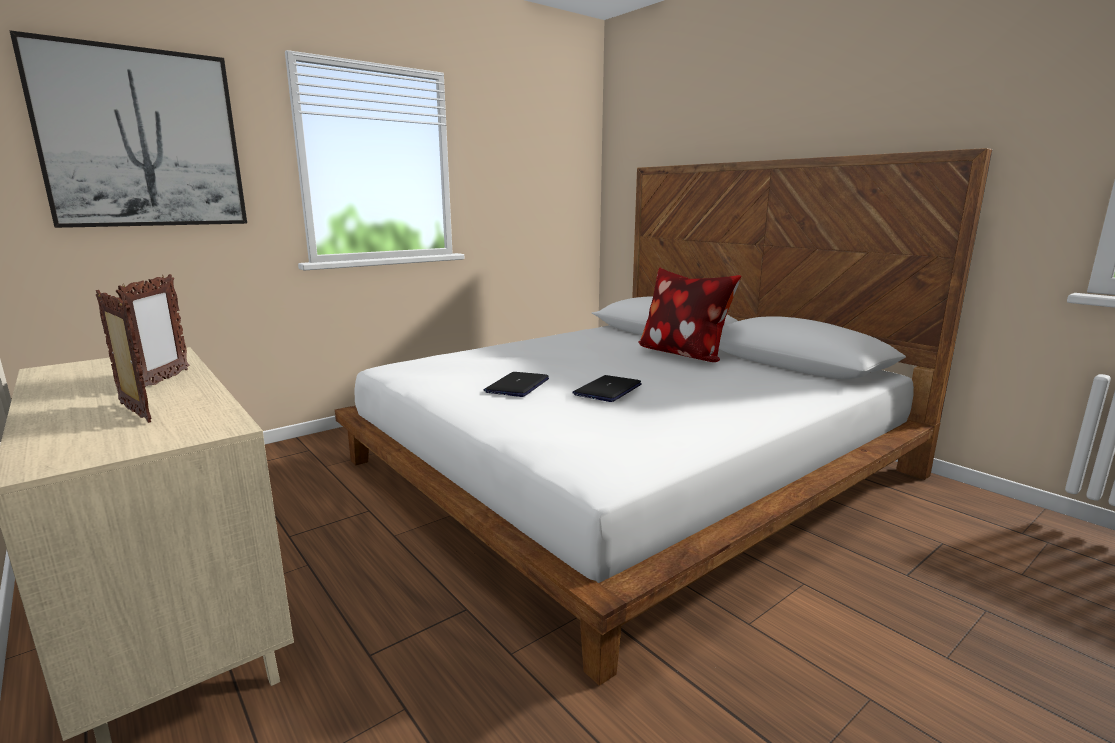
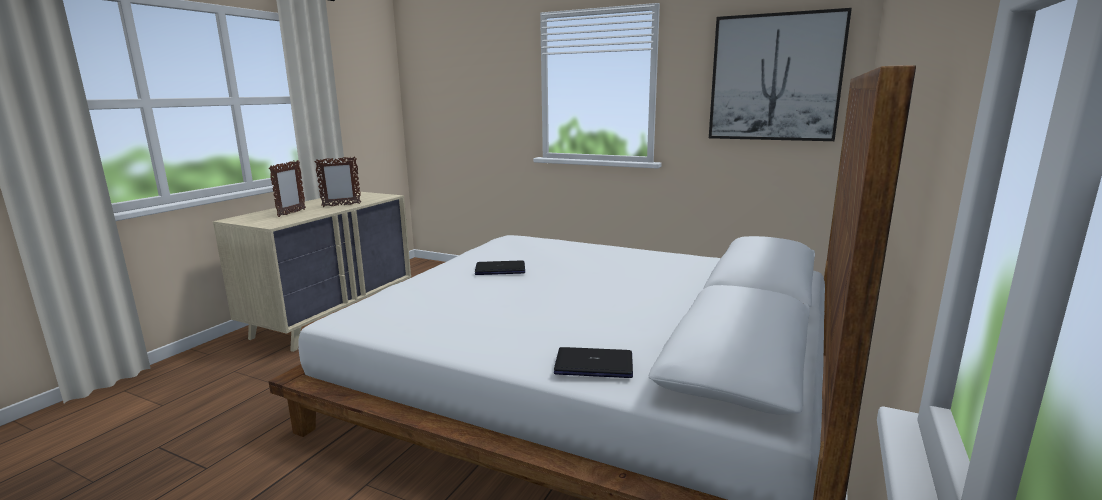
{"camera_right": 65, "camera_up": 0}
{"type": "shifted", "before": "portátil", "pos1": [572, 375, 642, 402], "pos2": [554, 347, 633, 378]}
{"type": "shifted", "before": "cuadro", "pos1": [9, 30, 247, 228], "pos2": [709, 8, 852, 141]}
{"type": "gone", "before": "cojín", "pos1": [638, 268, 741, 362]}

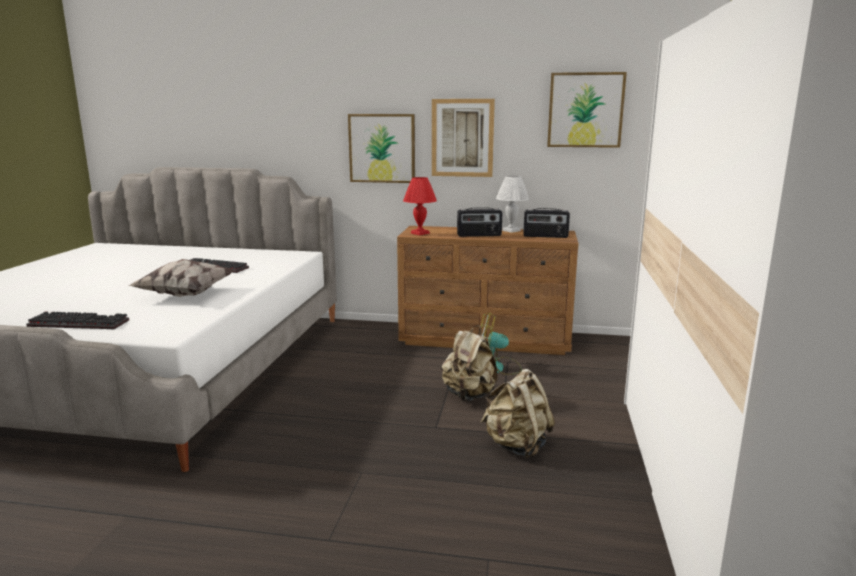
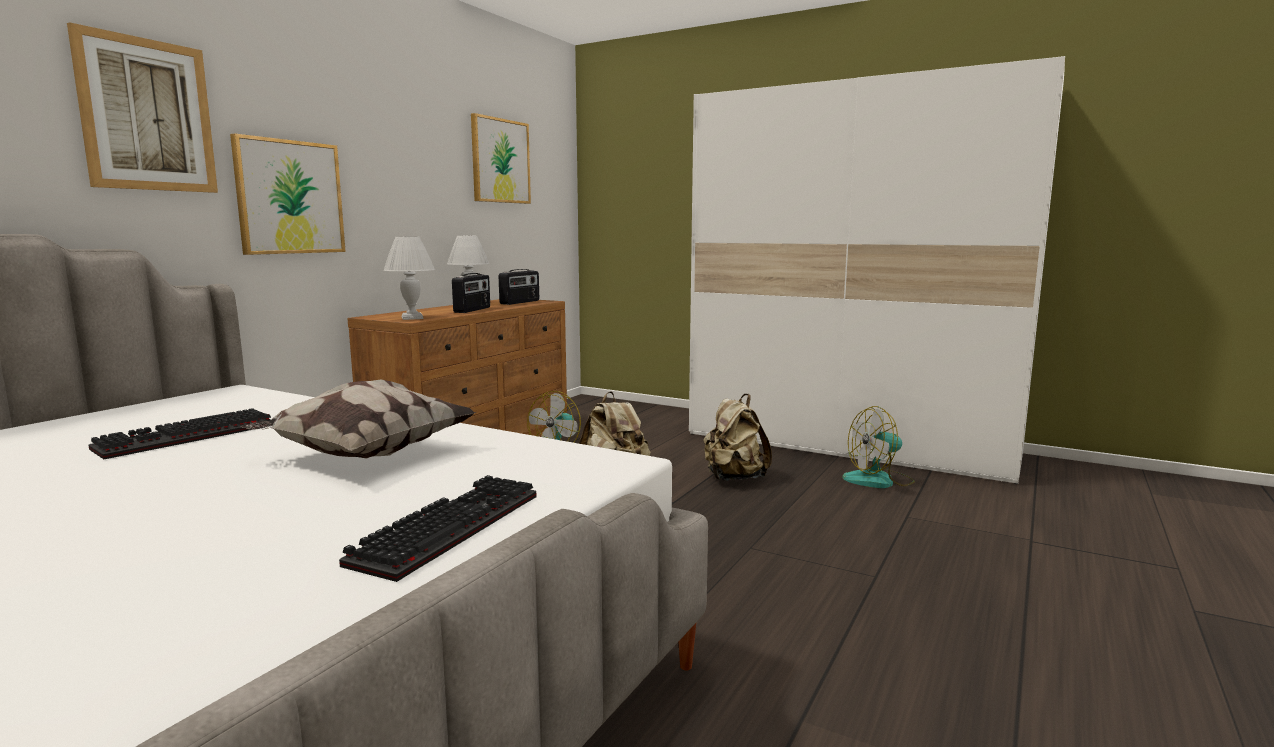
{"camera_right": -70, "camera_up": -5}
{"type": "shifted", "before": "cuadro", "pos1": [432, 99, 495, 177], "pos2": [67, 22, 218, 193]}
{"type": "repainted", "before": "lámpara de mesa (rojo)", "after": "lámpara de mesa (blanco)", "pos1": [403, 177, 437, 235], "pos2": [383, 237, 435, 320]}
{"type": "new", "after": "ventilador", "pos2": [842, 406, 915, 488]}

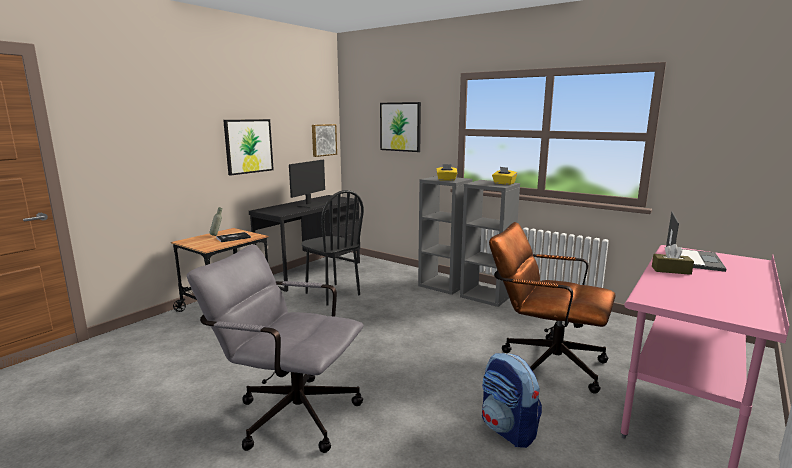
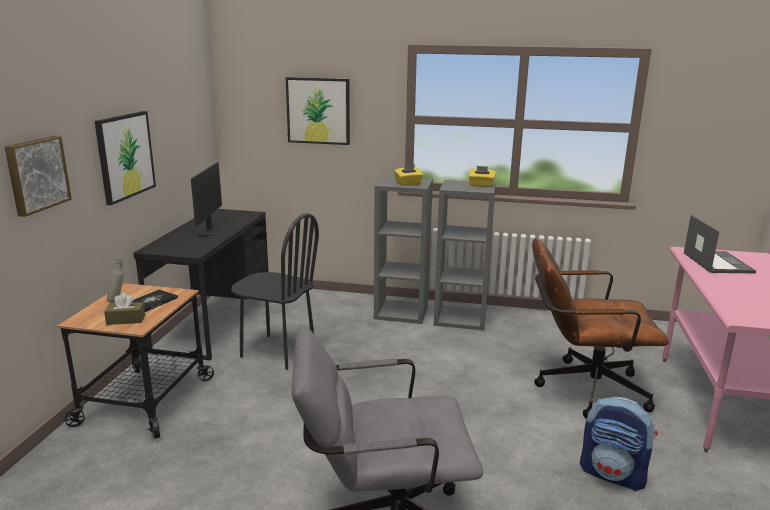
{"camera_right": -25, "camera_up": 5}
{"type": "shifted", "before": "cuadro", "pos1": [312, 124, 337, 157], "pos2": [5, 136, 72, 217]}
{"type": "shifted", "before": "caja de pañuelos (marrón)", "pos1": [652, 244, 694, 275], "pos2": [104, 293, 145, 325]}

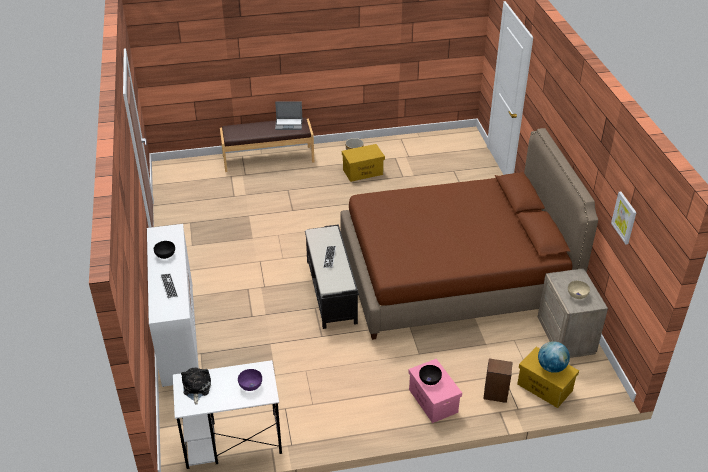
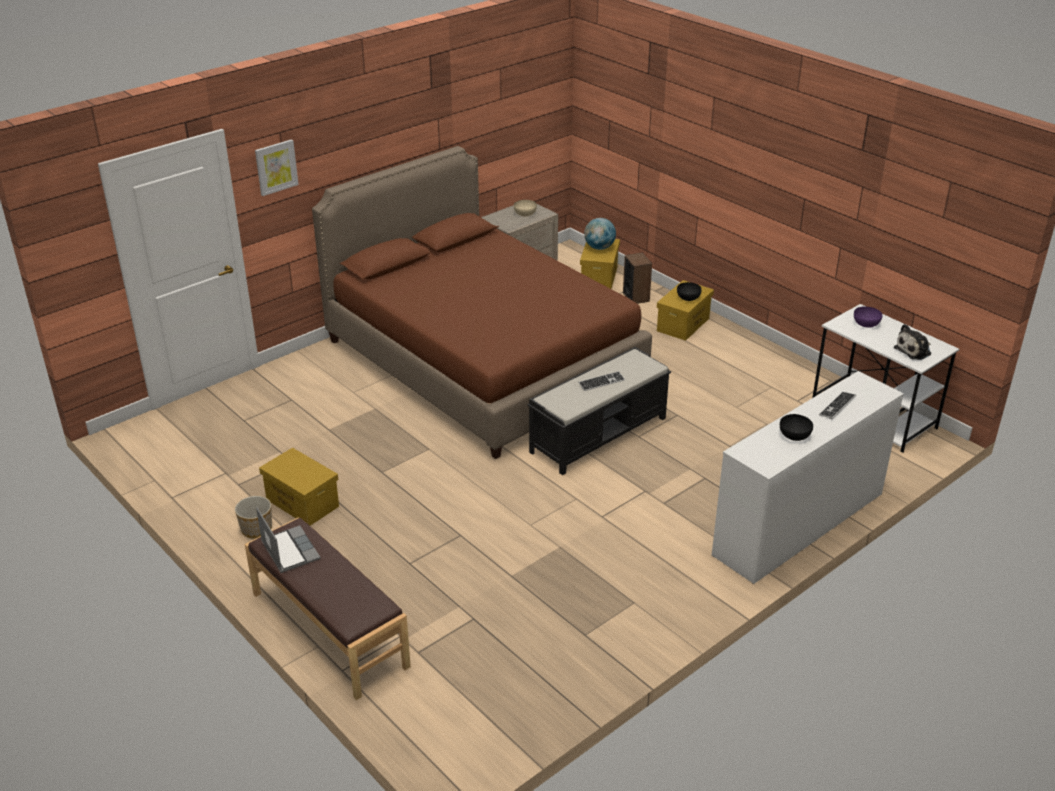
{"camera_right": -120, "camera_up": -5}
{"type": "shifted", "before": "cuadro", "pos1": [611, 192, 637, 245], "pos2": [255, 139, 299, 196]}
{"type": "repainted", "before": "caja de almacenaje (rosa)", "after": "caja de almacenaje (amarillo)", "pos1": [408, 359, 462, 423], "pos2": [657, 280, 714, 341]}

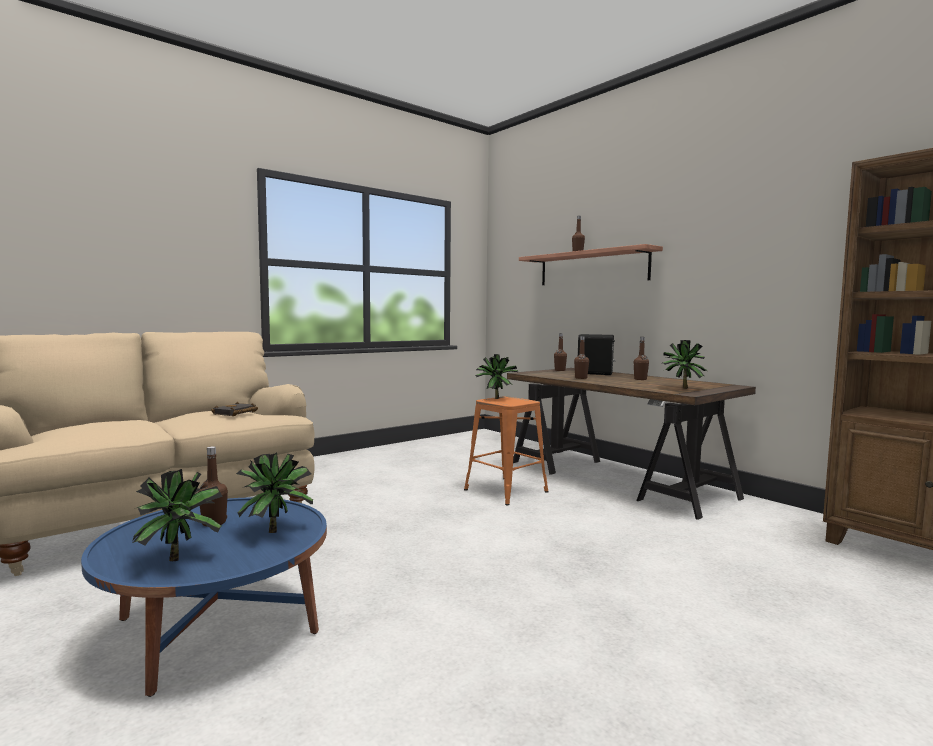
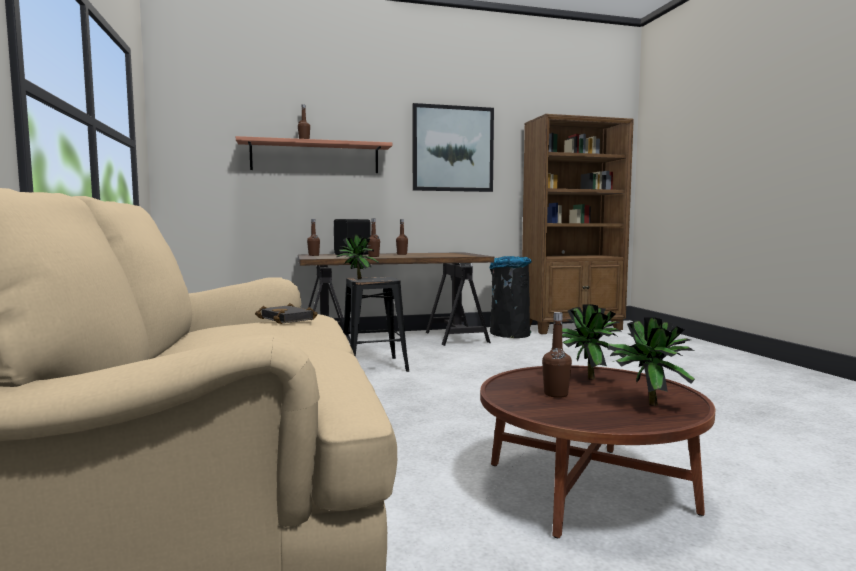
{"camera_right": -65, "camera_up": 0}
{"type": "repainted", "before": "taburete (naranja)", "after": "taburete (negro)", "pos1": [464, 396, 548, 506], "pos2": [343, 277, 409, 372]}
{"type": "new", "after": "cuadro", "pos2": [412, 103, 494, 192]}
{"type": "repainted", "before": "mesa de centro (azul)", "after": "mesa de centro (marrón)", "pos1": [81, 497, 327, 697], "pos2": [480, 365, 715, 538]}
{"type": "new", "after": "papelera (negro)", "pos2": [489, 256, 532, 338]}
{"type": "gone", "before": "planta en maceta", "pos1": [661, 340, 708, 389]}

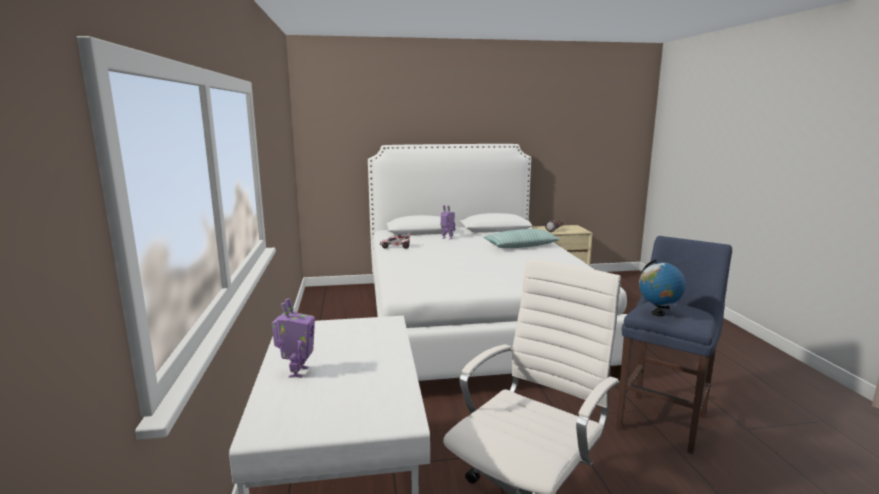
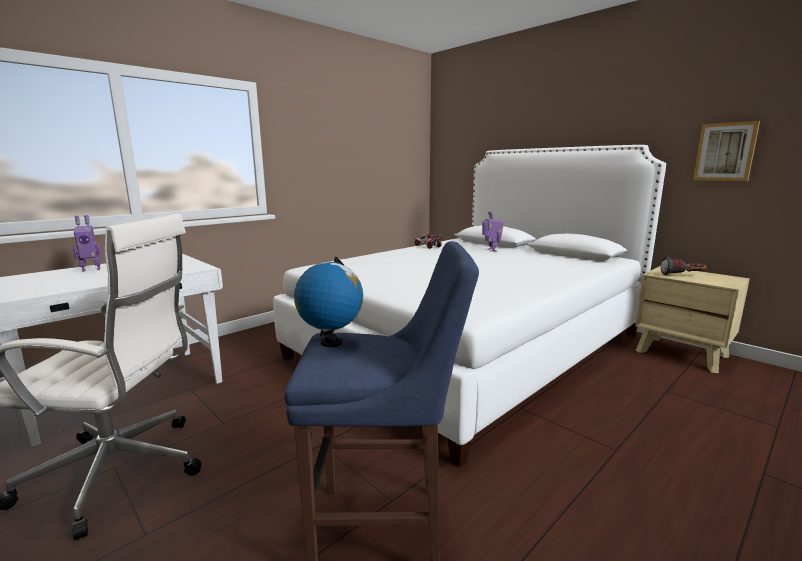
{"camera_right": 55, "camera_up": 0}
{"type": "new", "after": "cuadro", "pos2": [693, 121, 760, 181]}
{"type": "gone", "before": "cojín", "pos1": [483, 229, 561, 248]}

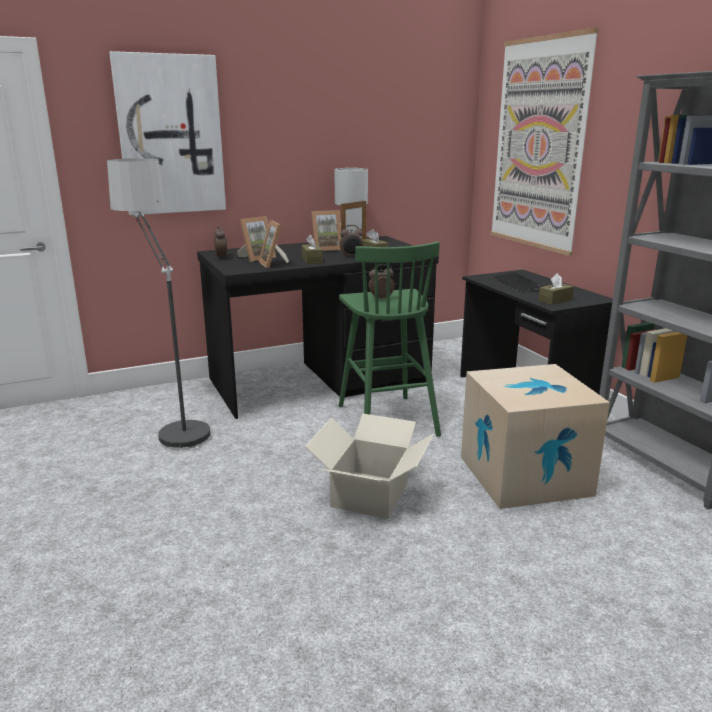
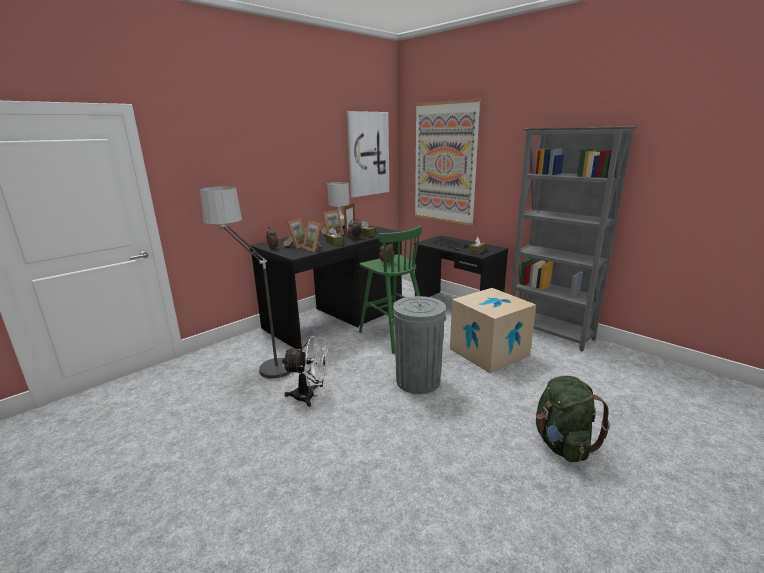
{"camera_right": -20, "camera_up": 0}
{"type": "new", "after": "ventilador (blanco)", "pos2": [282, 336, 328, 407]}
{"type": "shifted", "before": "cuadro", "pos1": [109, 51, 226, 215], "pos2": [347, 111, 389, 198]}
{"type": "swapped", "before": "caja de cartón", "after": "papelera (gris)", "pos1": [305, 414, 434, 519], "pos2": [391, 296, 446, 394]}
{"type": "new", "after": "mochila (verde)", "pos2": [536, 376, 610, 462]}

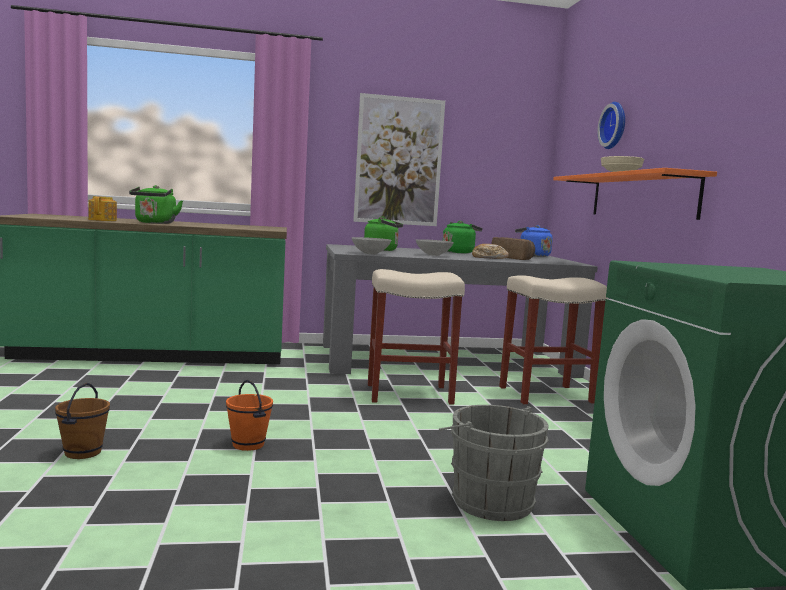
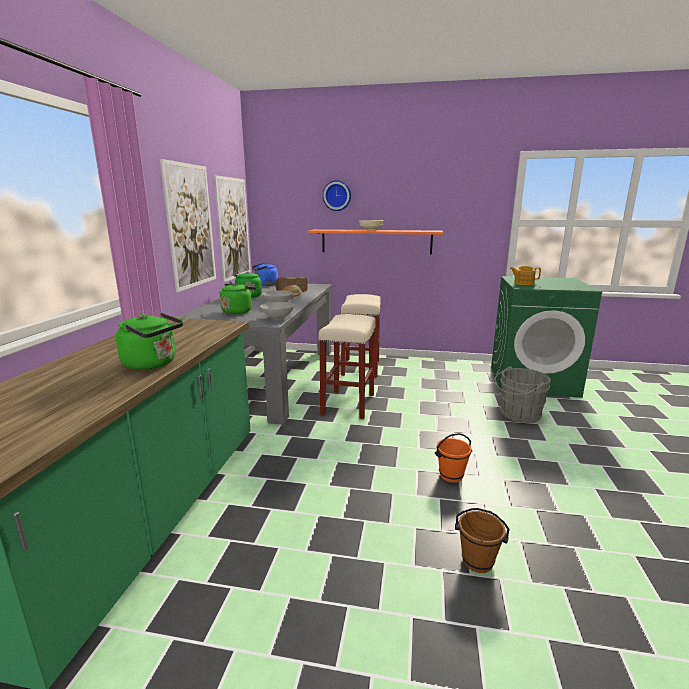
{"camera_right": -70, "camera_up": 10}
{"type": "new", "after": "cuadro", "pos2": [214, 175, 251, 282]}
{"type": "shifted", "before": "tetera", "pos1": [88, 196, 117, 221], "pos2": [510, 266, 541, 285]}

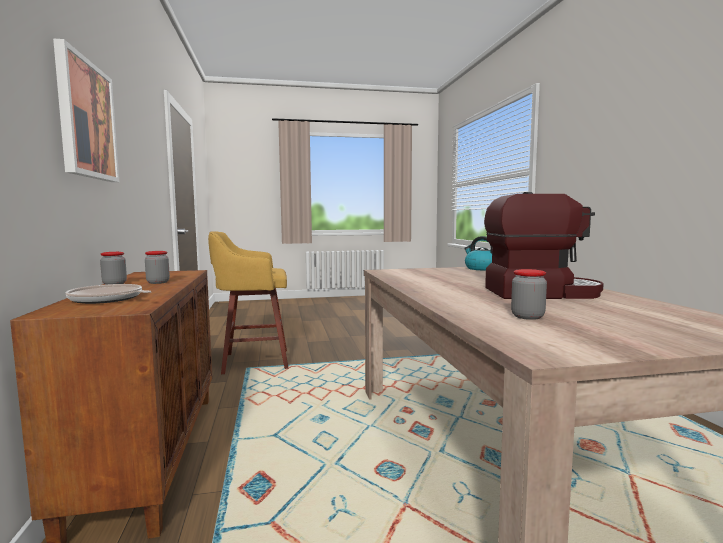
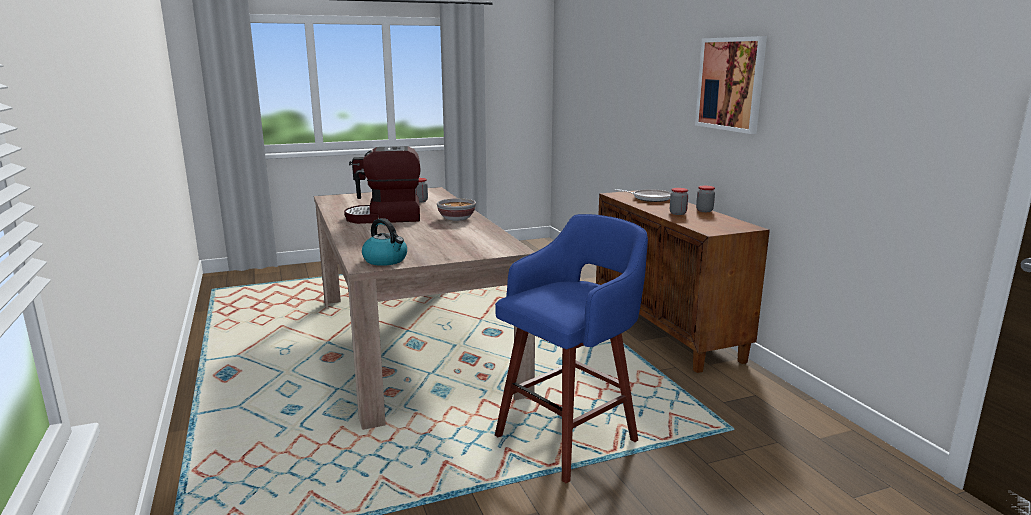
{"camera_right": 170, "camera_up": 10}
{"type": "new", "after": "cuenco", "pos2": [437, 198, 476, 221]}
{"type": "new", "after": "taburete (azul)", "pos2": [495, 214, 648, 483]}
{"type": "gone", "before": "taburete (amarillo)", "pos1": [208, 231, 289, 374]}

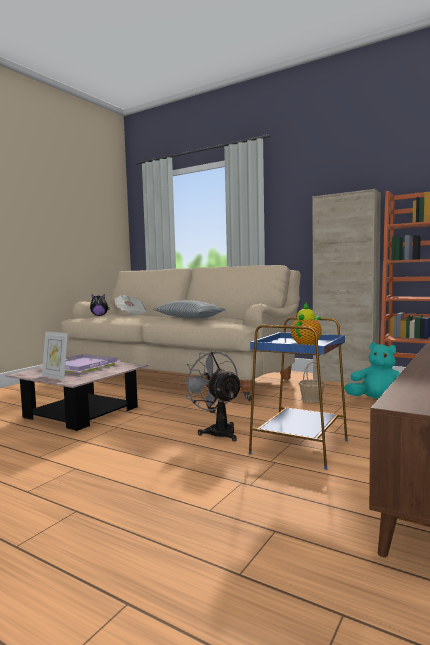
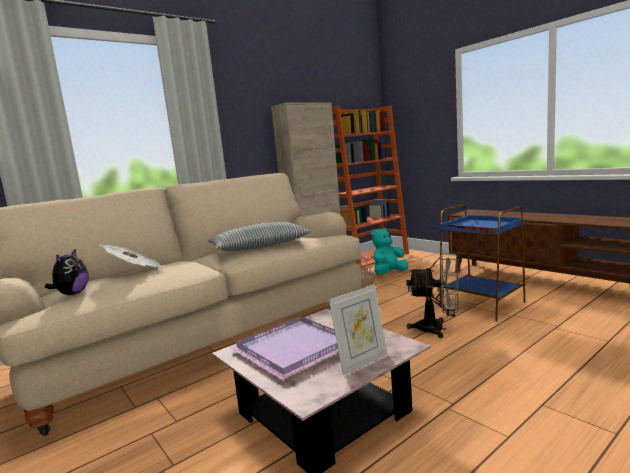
{"camera_right": -70, "camera_up": 5}
{"type": "rotated", "before": "ventilador (gris)", "pos1": [181, 352, 243, 441], "pos2": [406, 254, 459, 338], "turn": -150}
{"type": "gone", "before": "tetera", "pos1": [291, 302, 322, 345]}

